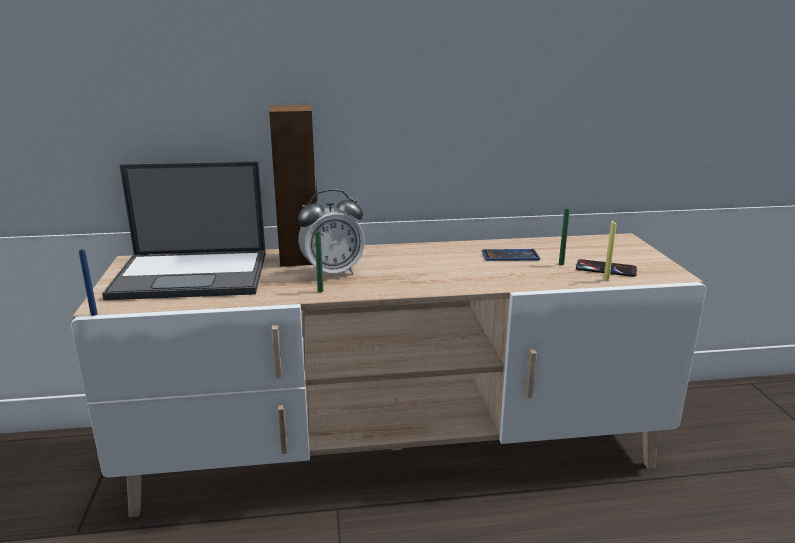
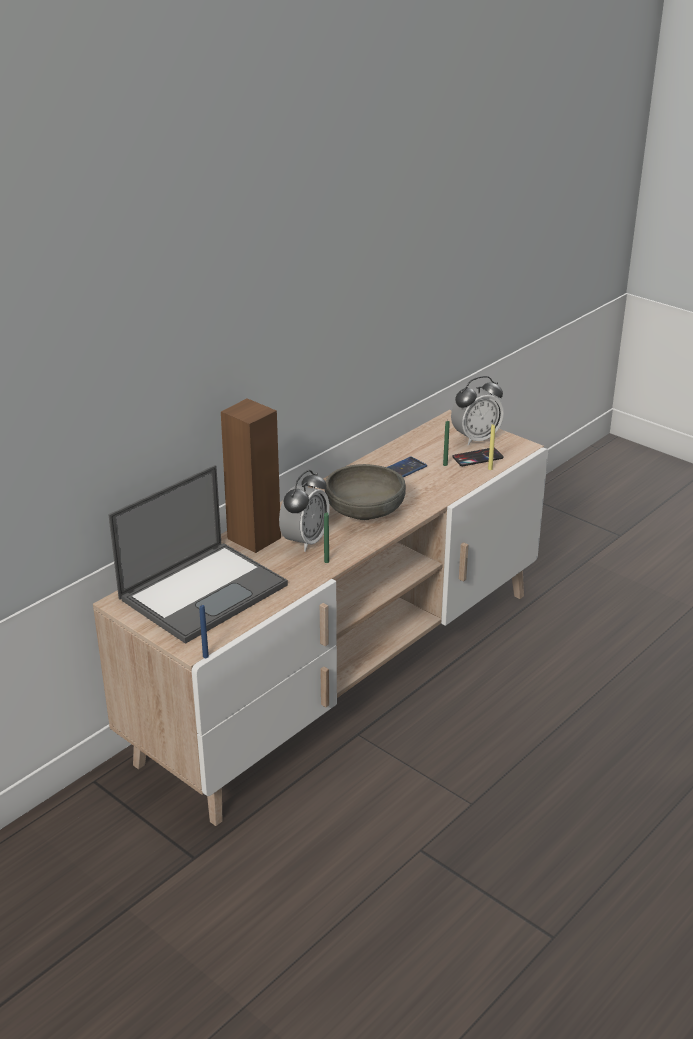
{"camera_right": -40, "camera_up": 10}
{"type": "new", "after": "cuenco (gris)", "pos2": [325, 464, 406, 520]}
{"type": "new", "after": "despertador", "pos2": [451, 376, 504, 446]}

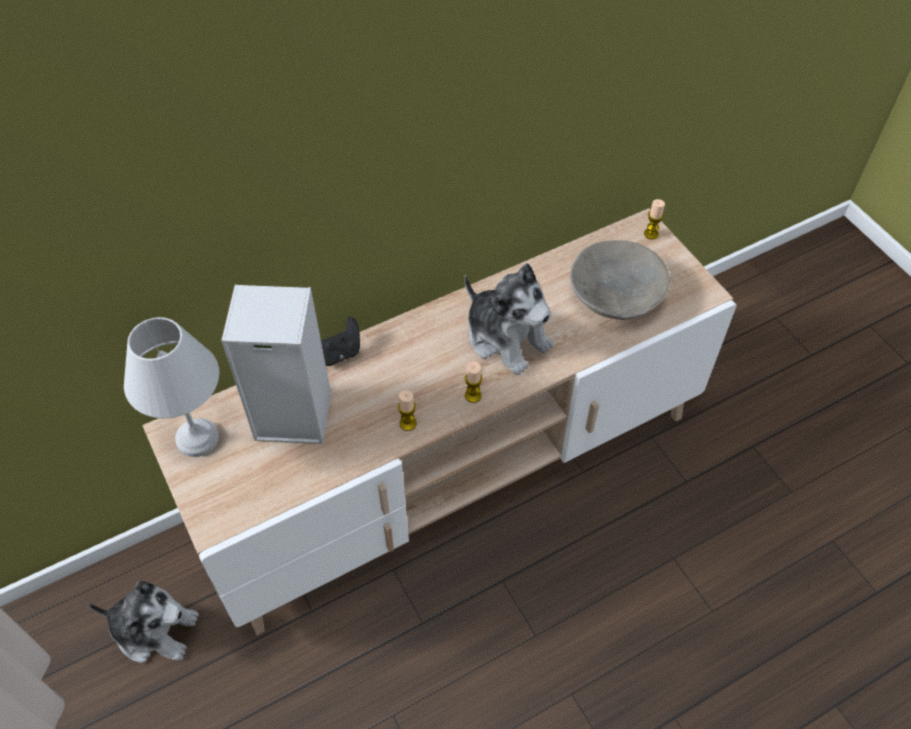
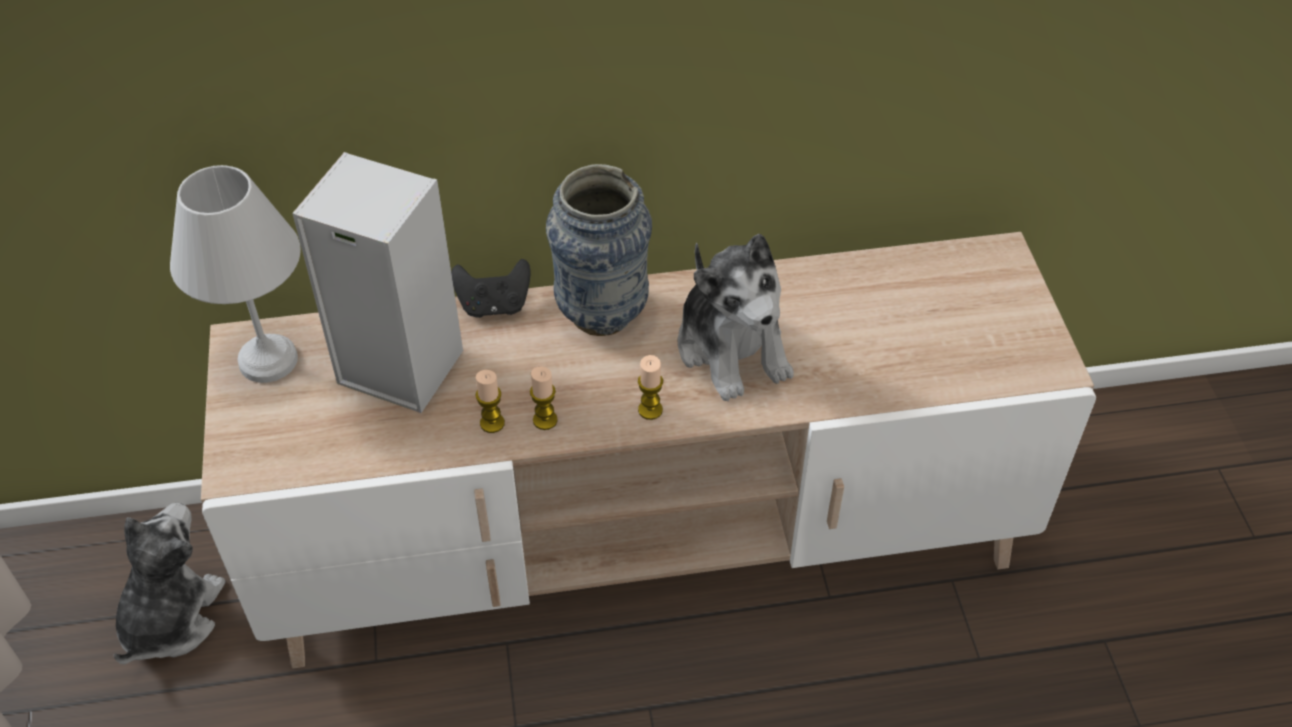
{"camera_right": 20, "camera_up": -5}
{"type": "rotated", "before": "peluche", "pos1": [88, 581, 199, 663], "pos2": [114, 503, 226, 665], "turn": -105}
{"type": "shifted", "before": "vela", "pos1": [644, 199, 665, 240], "pos2": [476, 370, 505, 433]}
{"type": "new", "after": "florero", "pos2": [546, 164, 652, 336]}
{"type": "gone", "before": "cuenco (gris)", "pos1": [570, 240, 670, 320]}

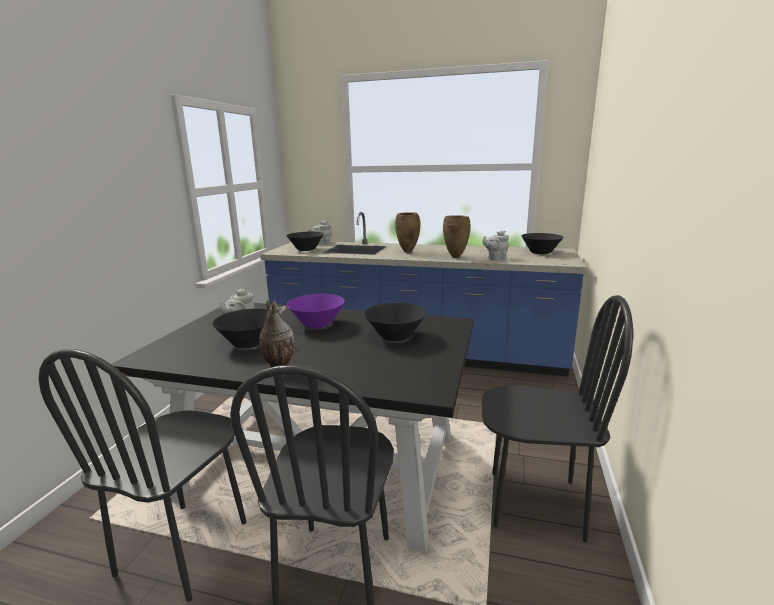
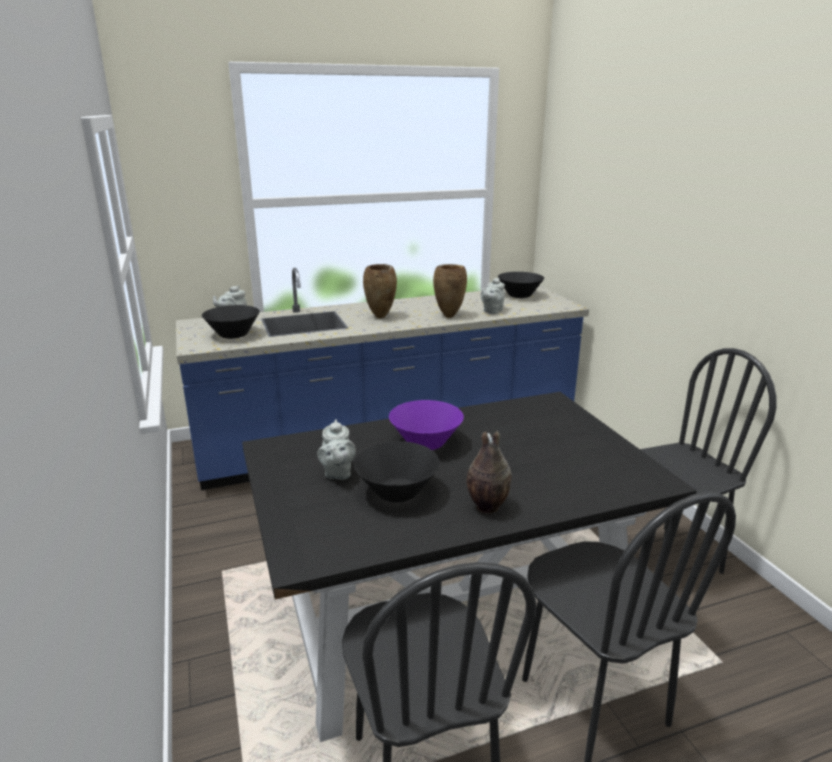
{"camera_right": -35, "camera_up": 5}
{"type": "gone", "before": "cuenco (negro)", "pos1": [364, 303, 426, 341]}

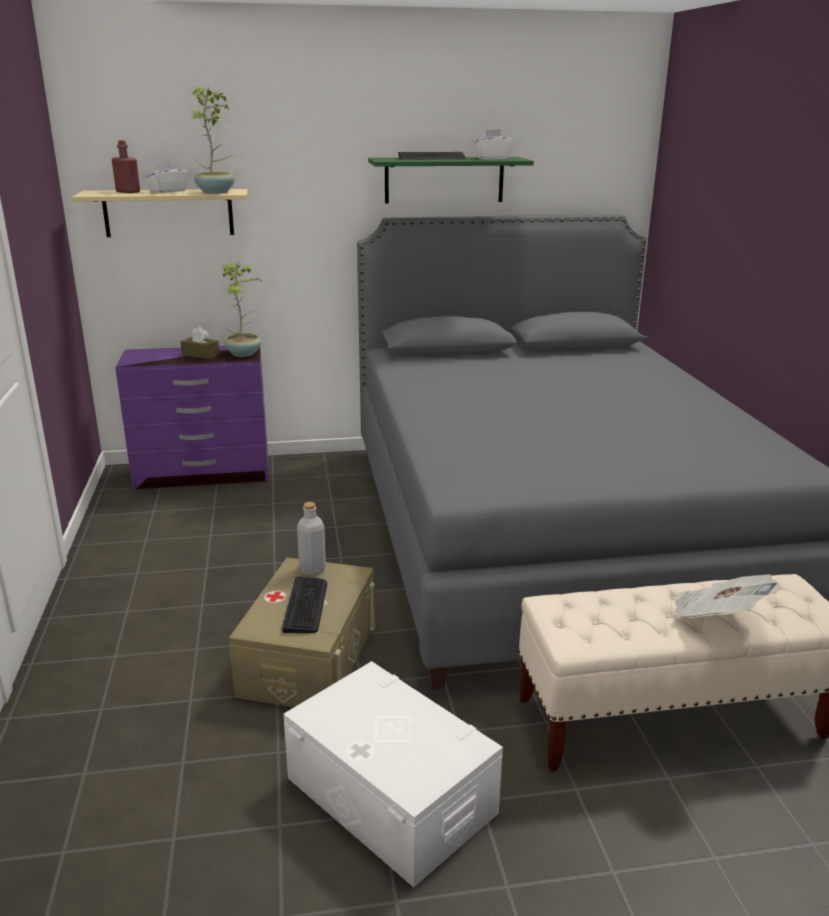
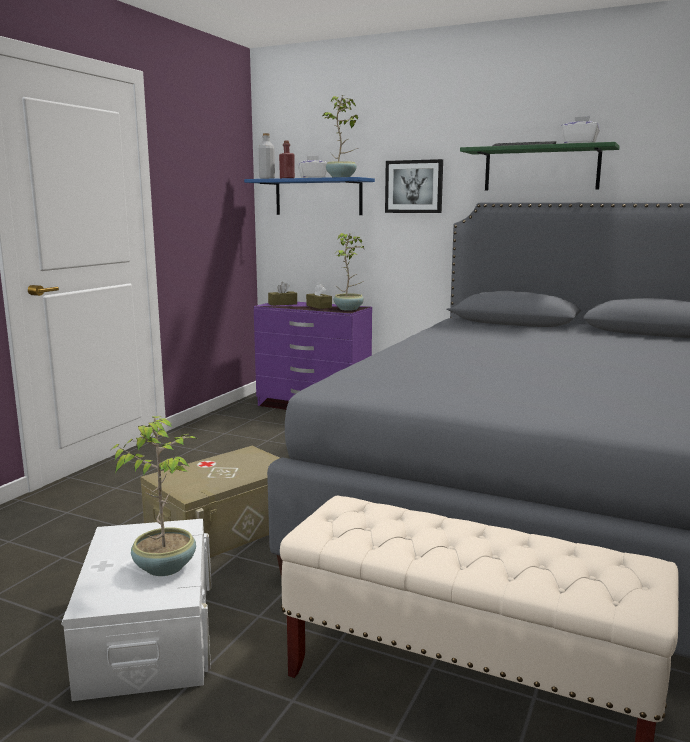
{"camera_right": 35, "camera_up": -10}
{"type": "new", "after": "planta en maceta", "pos2": [112, 416, 197, 576]}
{"type": "repainted", "before": "estante (beis)", "after": "estante (azul)", "pos1": [72, 189, 248, 237], "pos2": [244, 177, 375, 215]}
{"type": "shifted", "before": "botella (gris)", "pos1": [297, 502, 326, 576], "pos2": [259, 133, 275, 179]}
{"type": "new", "after": "caja de pañuelos (marrón)", "pos2": [268, 282, 297, 306]}
{"type": "new", "after": "cuadro", "pos2": [385, 159, 443, 213]}
{"type": "gone", "before": "teclado", "pos1": [282, 576, 327, 633]}
{"type": "gone", "before": "periódico", "pos1": [673, 574, 779, 618]}

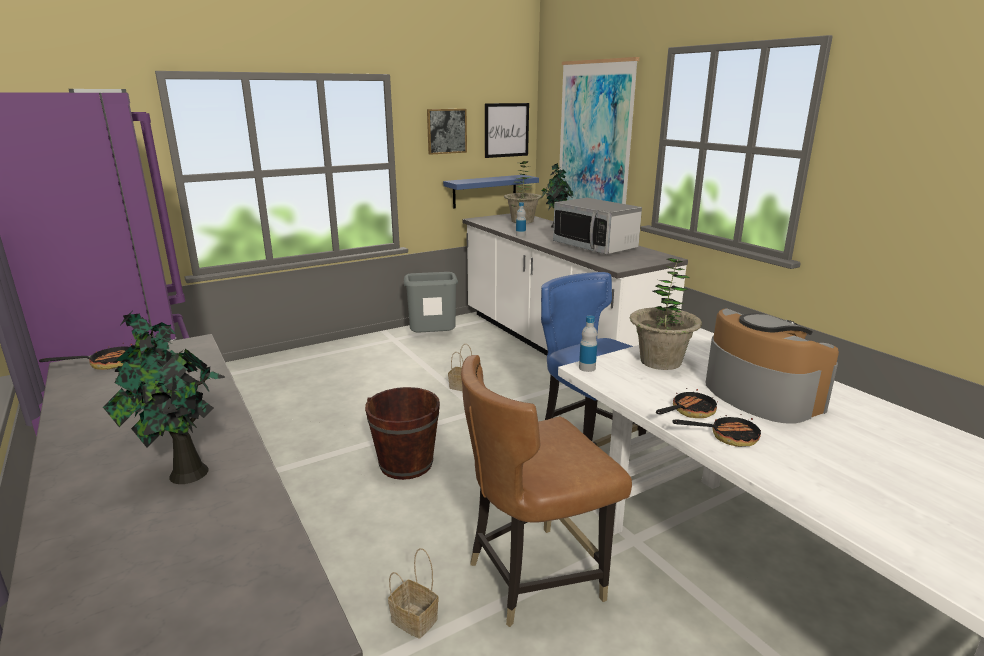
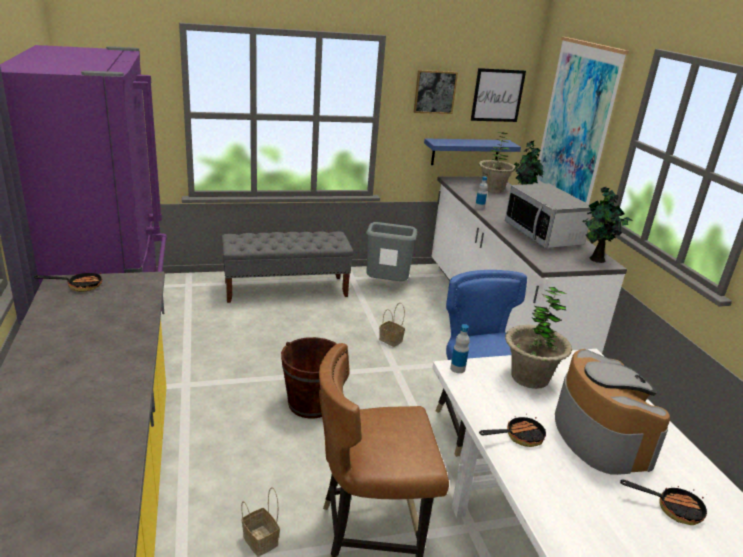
{"camera_right": 15, "camera_up": 5}
{"type": "new", "after": "banco (gris)", "pos2": [222, 231, 353, 303]}
{"type": "shifted", "before": "planta en maceta", "pos1": [103, 311, 225, 484], "pos2": [583, 186, 633, 263]}
{"type": "shifted", "before": "sartén", "pos1": [672, 414, 761, 447], "pos2": [620, 480, 707, 525]}

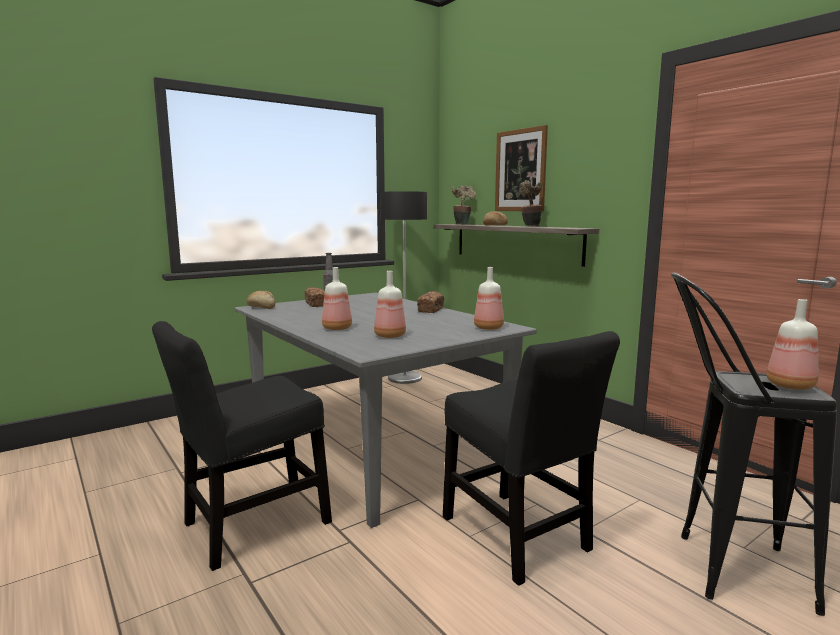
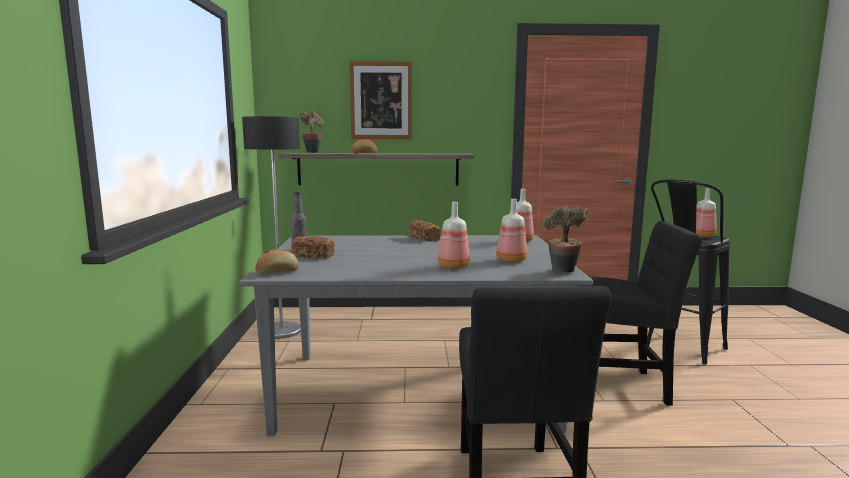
{"camera_right": -55, "camera_up": 0}
{"type": "shifted", "before": "planta en maceta", "pos1": [520, 180, 543, 227], "pos2": [543, 205, 588, 273]}

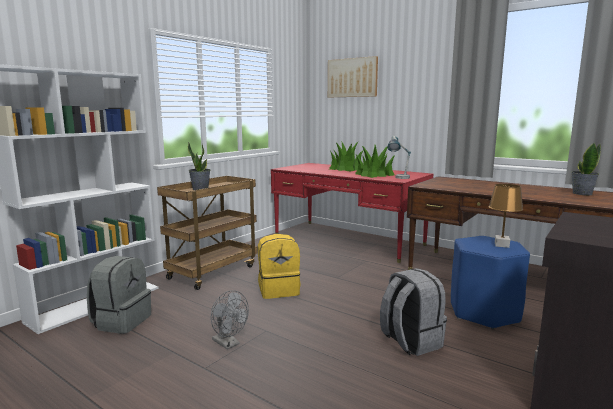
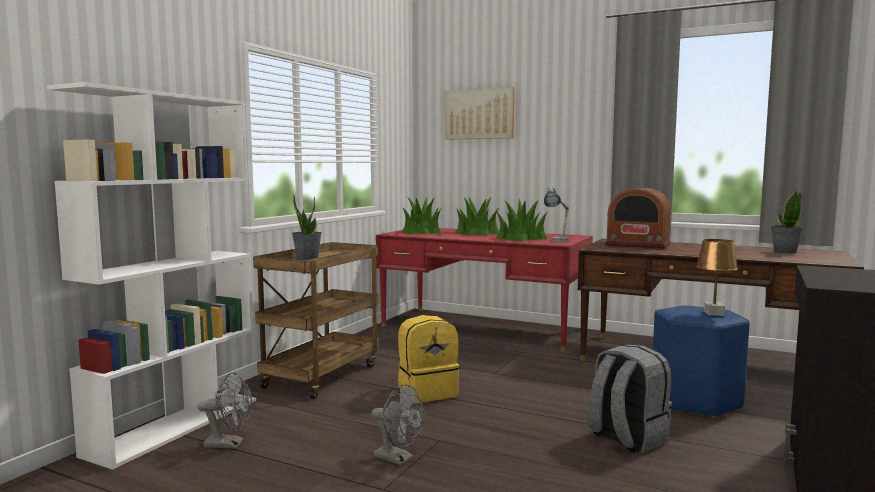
{"camera_right": -10, "camera_up": -5}
{"type": "swapped", "before": "mochila (gris)", "after": "ventilador (gris)", "pos1": [87, 256, 151, 334], "pos2": [197, 372, 252, 449]}
{"type": "new", "after": "planta en maceta", "pos2": [402, 196, 441, 234]}
{"type": "new", "after": "radio", "pos2": [605, 188, 671, 249]}

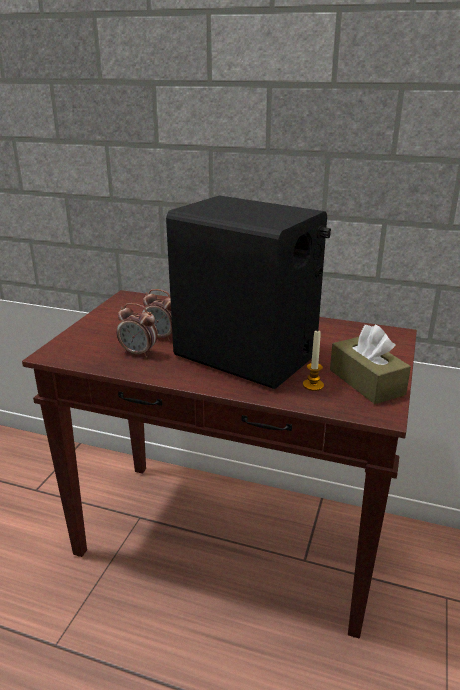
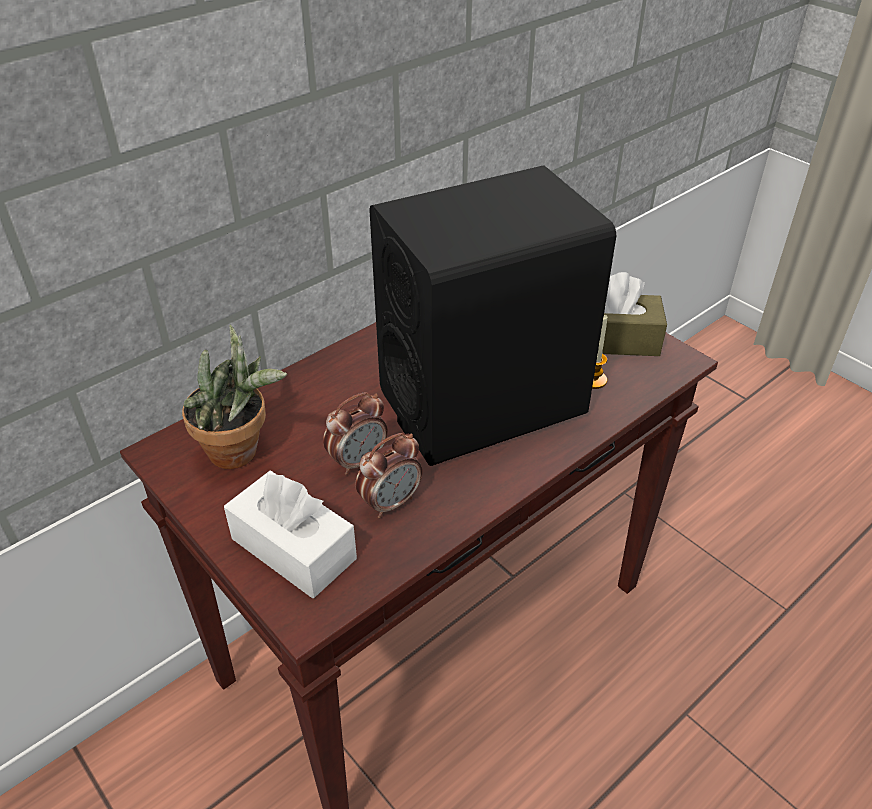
{"camera_right": -60, "camera_up": 15}
{"type": "new", "after": "planta en maceta", "pos2": [182, 324, 287, 469]}
{"type": "new", "after": "caja de pañuelos (blanco)", "pos2": [224, 471, 357, 598]}

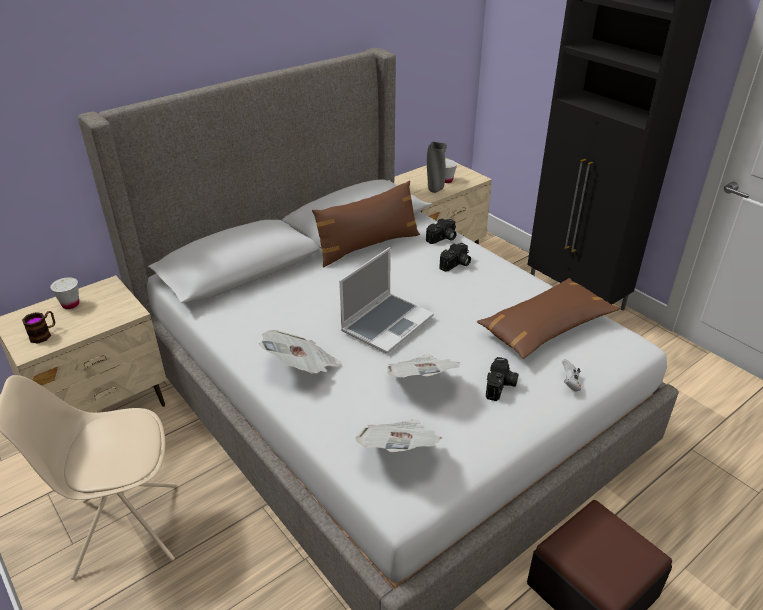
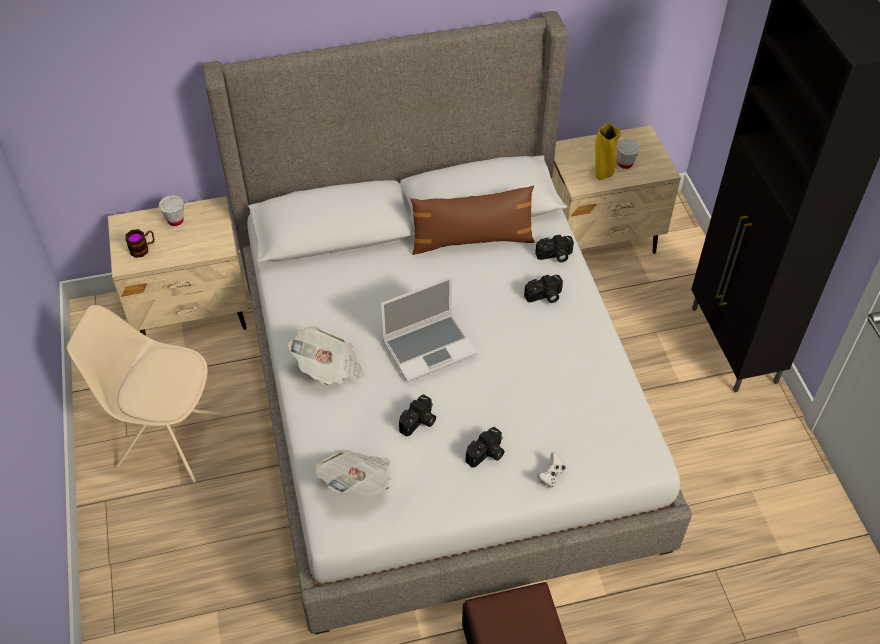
{"camera_right": 25, "camera_up": 15}
{"type": "swapped", "before": "periódico", "after": "cámara", "pos1": [387, 355, 460, 377], "pos2": [399, 394, 436, 437]}
{"type": "repainted", "before": "florero (gris)", "after": "florero (amarillo)", "pos1": [427, 142, 447, 193], "pos2": [595, 123, 621, 180]}
{"type": "gone", "before": "cojín (marrón)", "pos1": [477, 278, 620, 359]}

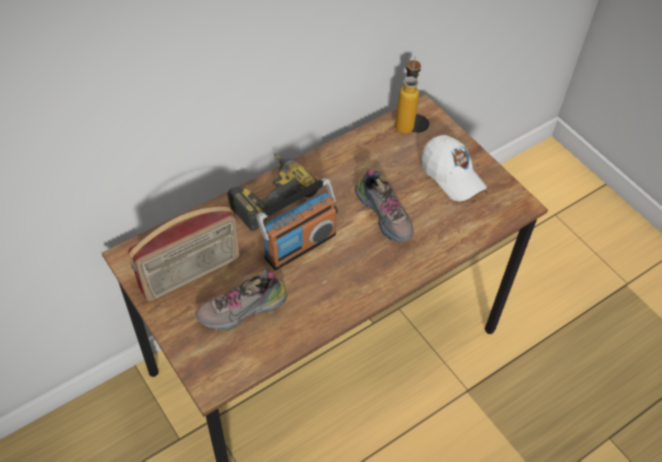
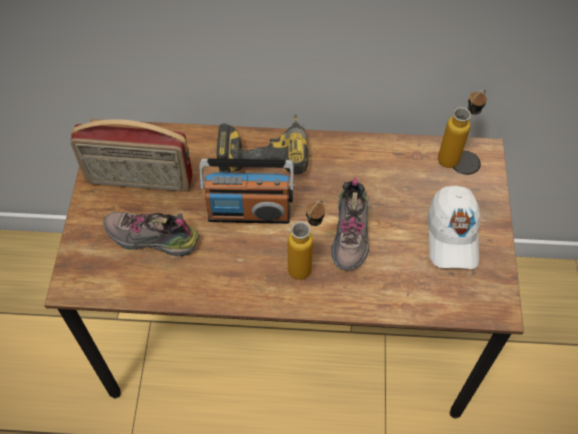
{"camera_right": 40, "camera_up": 5}
{"type": "new", "after": "botella", "pos2": [288, 200, 325, 280]}

